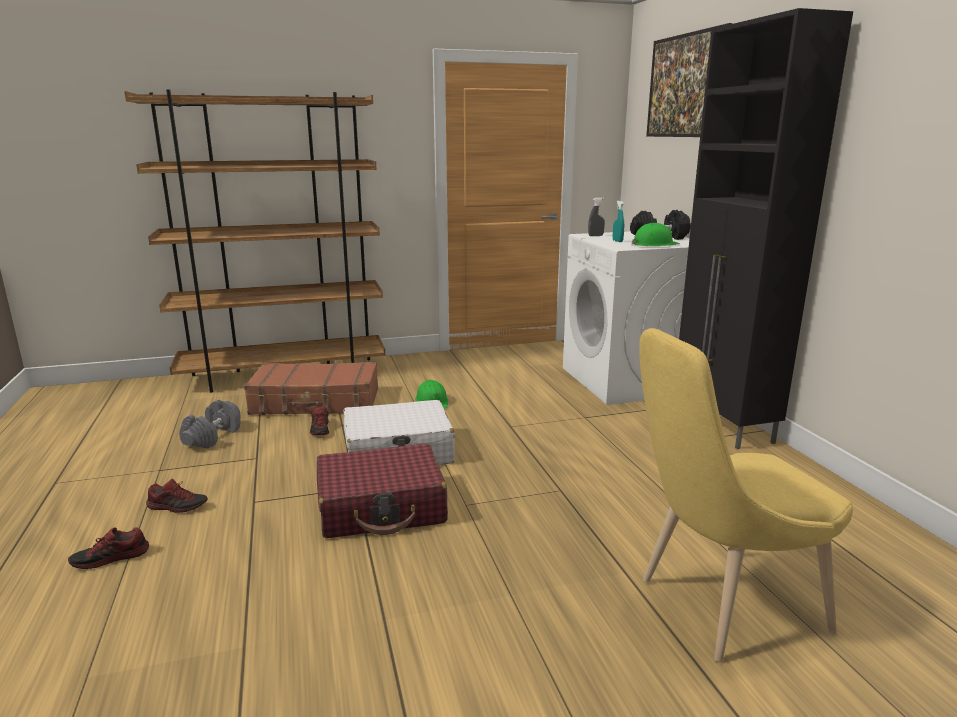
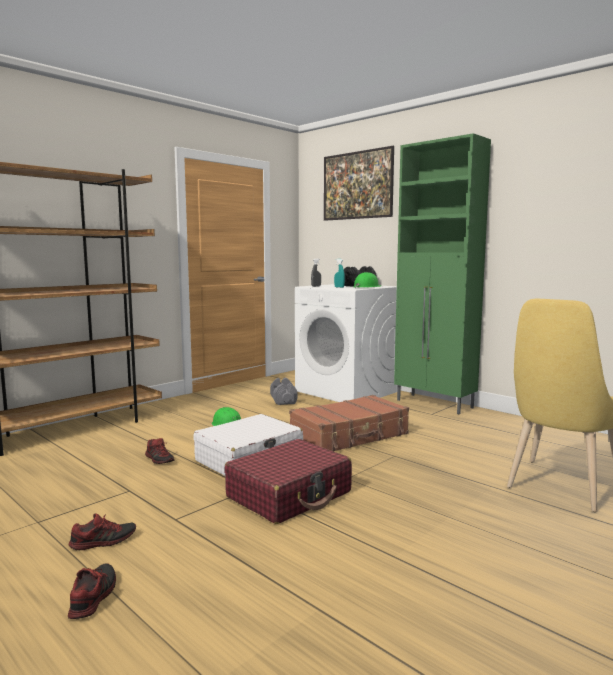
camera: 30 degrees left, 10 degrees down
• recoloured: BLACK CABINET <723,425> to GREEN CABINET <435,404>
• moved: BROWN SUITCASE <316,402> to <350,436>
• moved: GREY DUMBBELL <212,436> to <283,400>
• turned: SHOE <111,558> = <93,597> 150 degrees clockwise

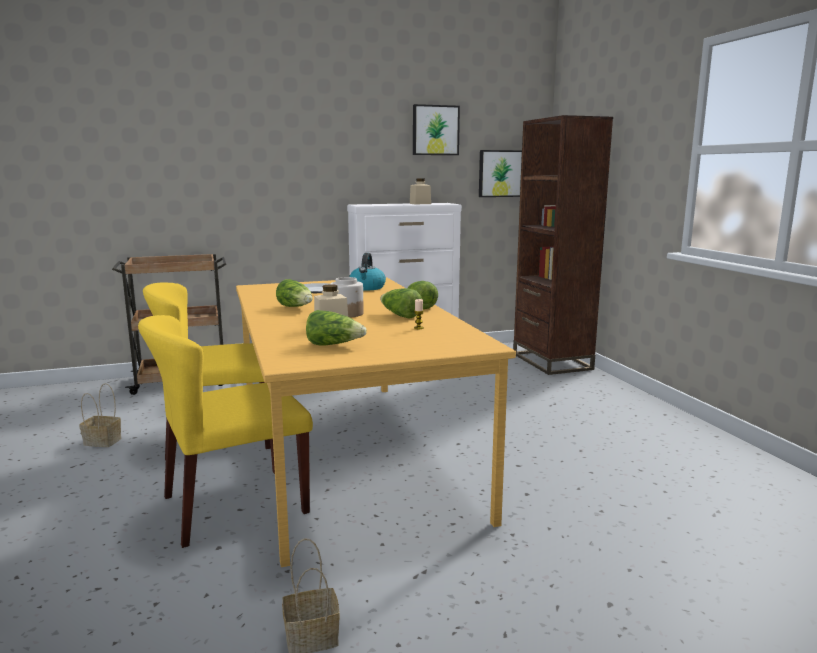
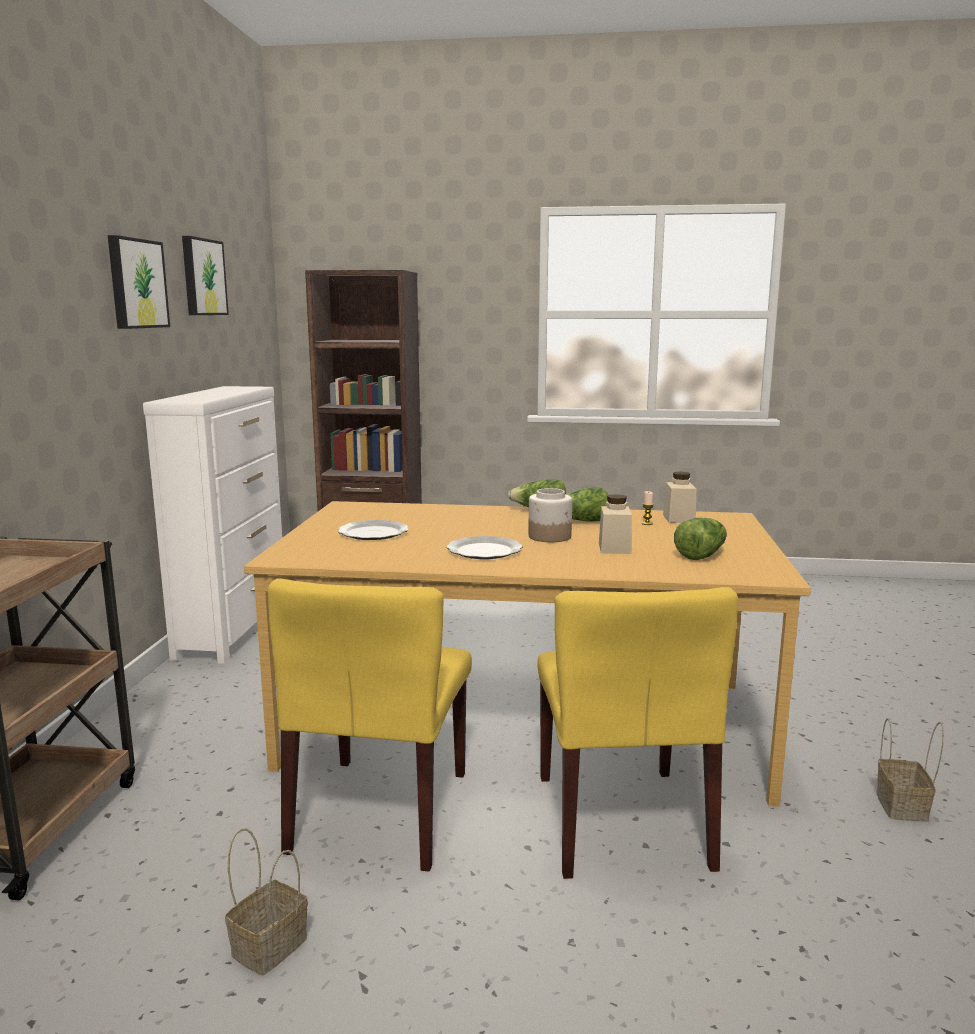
camera: 65 degrees left, 0 degrees up
• moved: PICTURE <499,173> to <136,284>
• moved: BEIGE JAR <420,203> to <679,518>
• removed: KETTLE <367,288>
• replaced: LETTUCE <296,307> to PLATE <483,551>

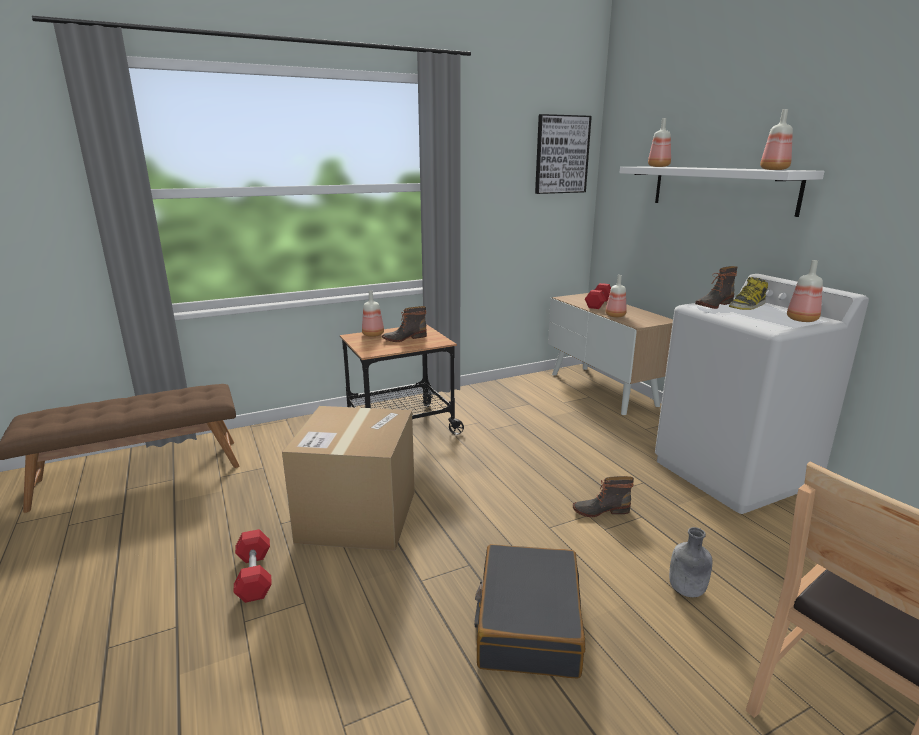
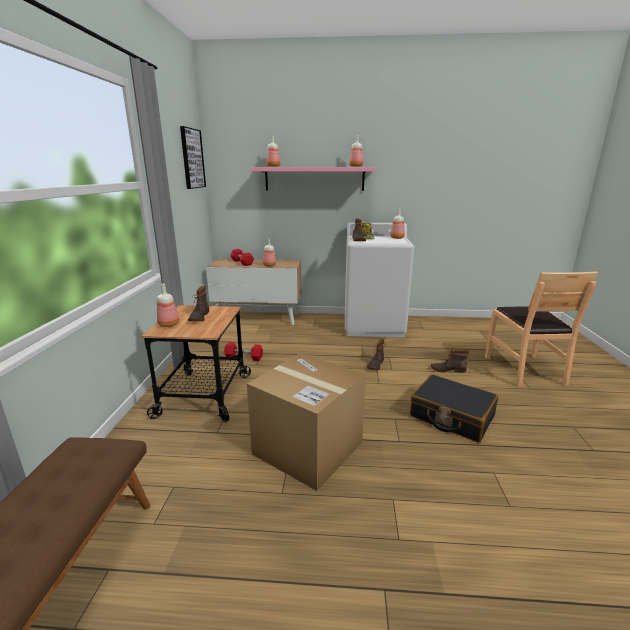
camera: 60 degrees left, 0 degrees up
• recoloured: WHITE SHELF <721,188> to PINK SHELF <314,178>
• replaced: GREY BOTTLE <686,590> to BOOT <447,369>
• moved: RED DUMBBELL <254,576> to <244,357>

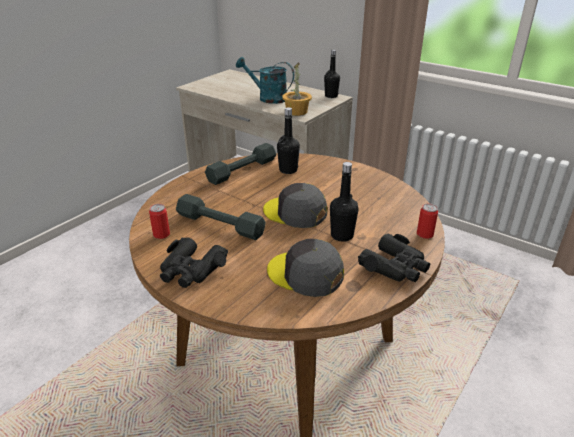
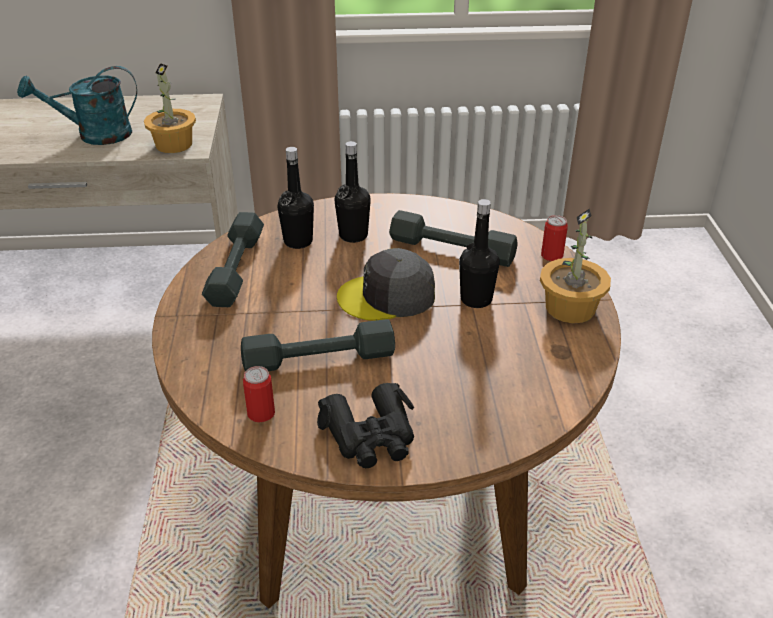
camera: 40 degrees left, 5 degrees up
• moved: BLACK BOTTLE <331,96> to <353,235>
• replaced: BLACK BINOCULARS <395,267> to POTTED PLANT <571,308>
• removed: GREY CAP <305,274>
• added: GREY DUMBBELL <451,249>

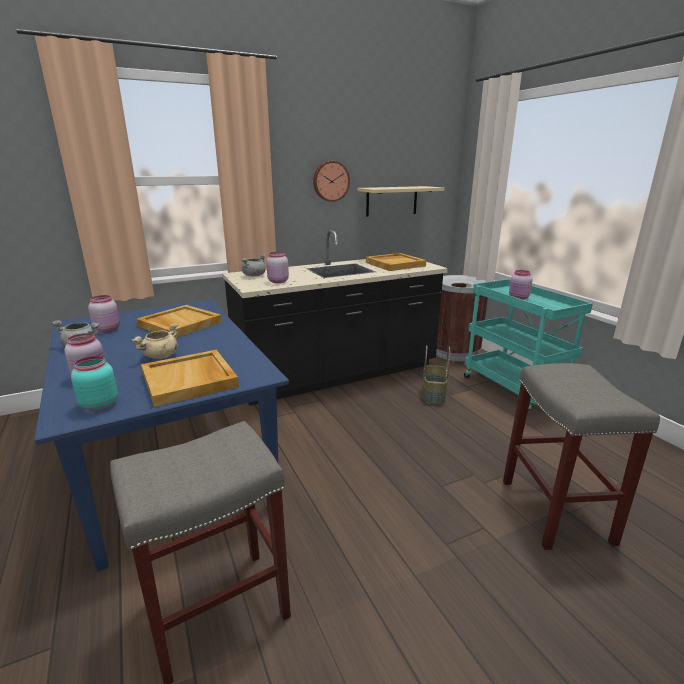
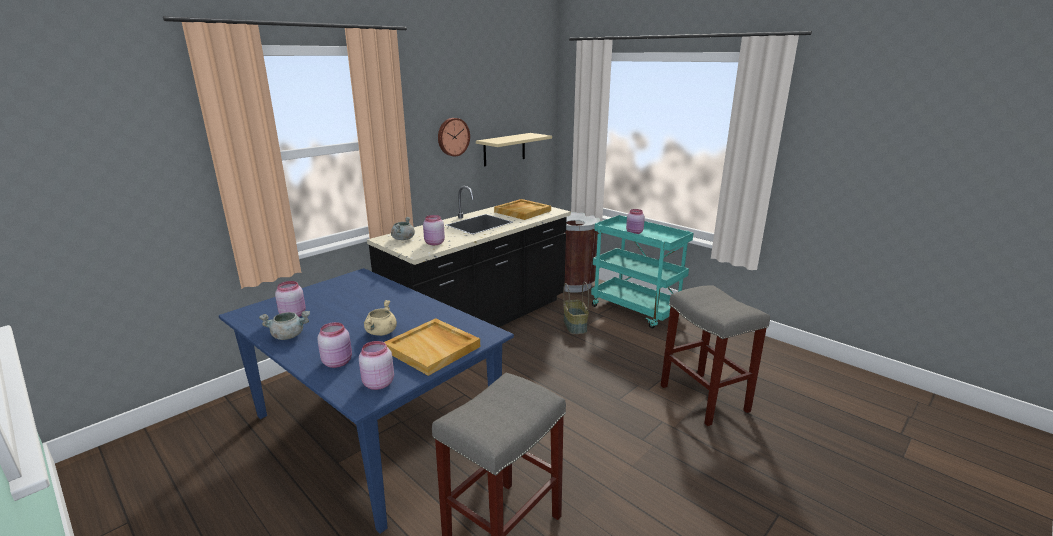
camera: 20 degrees left, 0 degrees up
• removed: BEIGE TRAY <179,324>
• recoloured: TURQUOISE JAR <98,405> to PINK JAR <377,383>

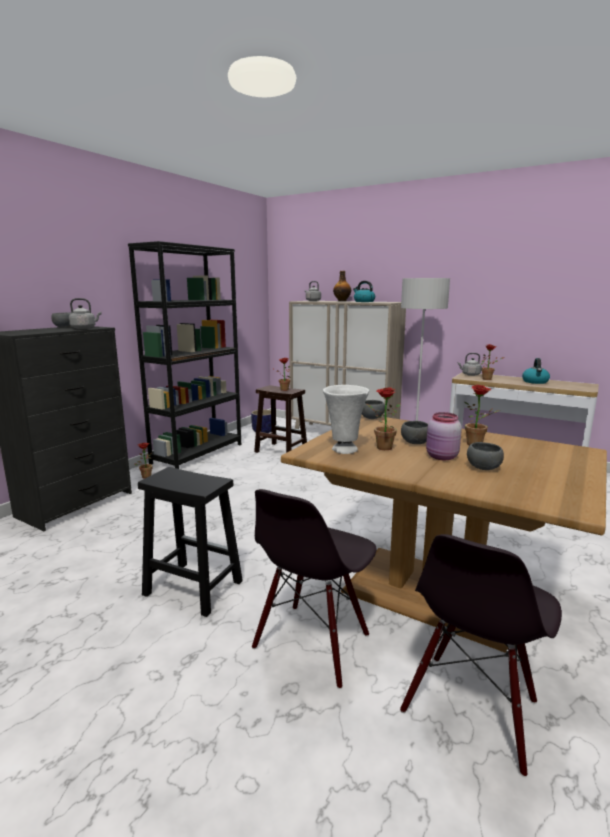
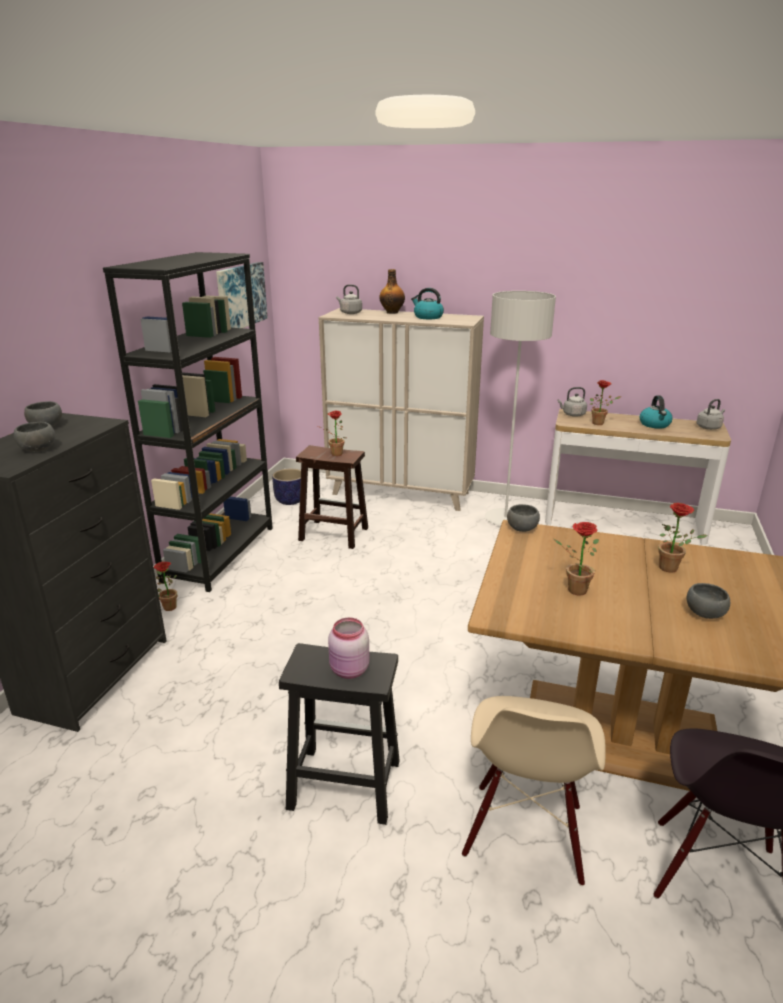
camera: 15 degrees left, 10 degrees up
• moved: GREY KETTLE <84,328> to <709,427>
• removed: WHITE VASE <344,450>
• moved: PINK JAR <441,457> to <349,670>
• moved: GREY BOWL <414,442> to <37,449>
• recoloured: BLACK CHAIR <312,643> to BEIGE CHAIR <525,832>
• added: PICTURE <240,296>

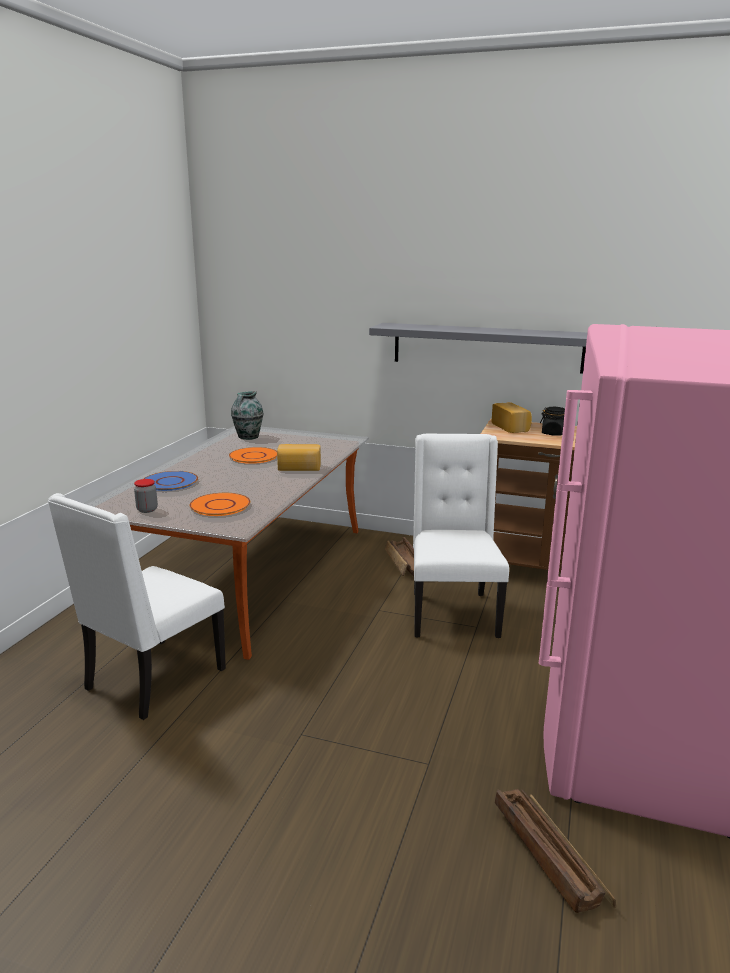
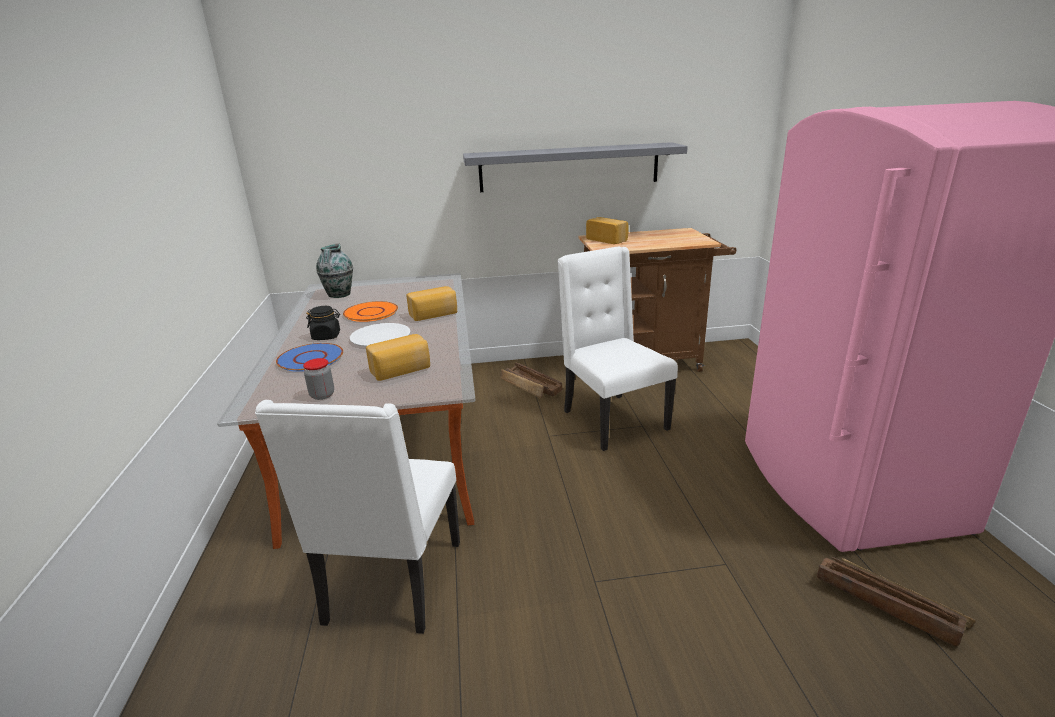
camera: 25 degrees left, 5 degrees up
• moved: BLACK JAR <553,433> to <326,336>
• replaced: ORANGE PLATE <220,506> to BREAD <401,370>
• added: WHITE PLATE <381,337>

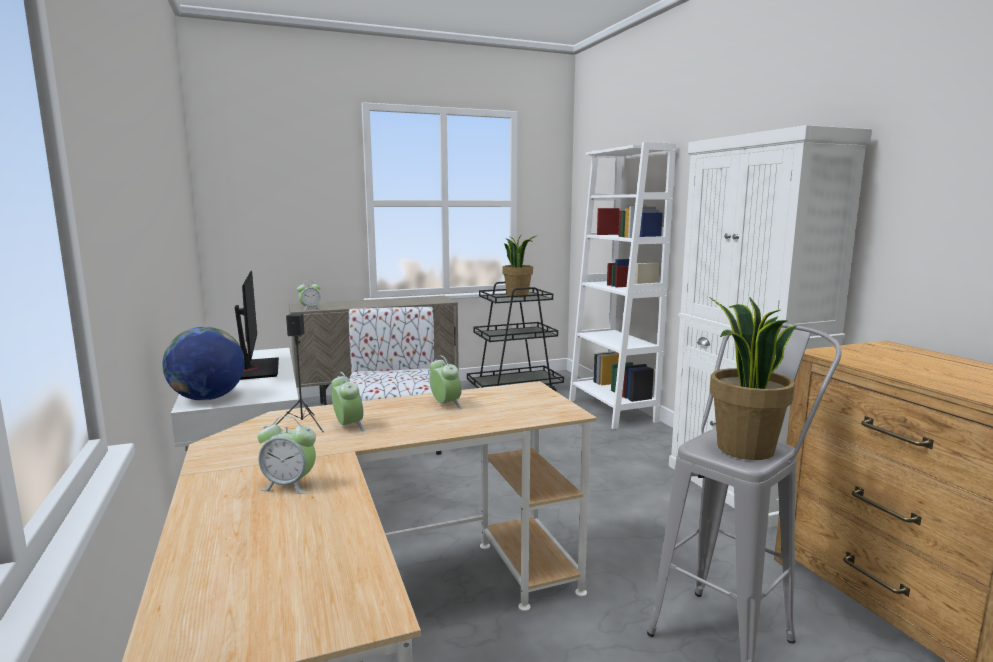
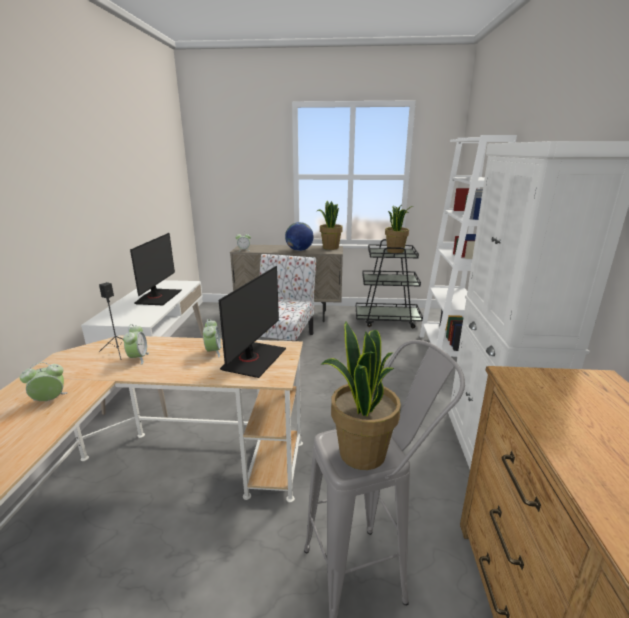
camera: 25 degrees right, 10 degrees up
• moved: GLOBE <208,398> to <299,250>
• turned: ALARM CLOCK <289,485> = <50,400> 120 degrees clockwise
• added: POTTED PLANT <330,247>
• added: MONITOR <253,359>

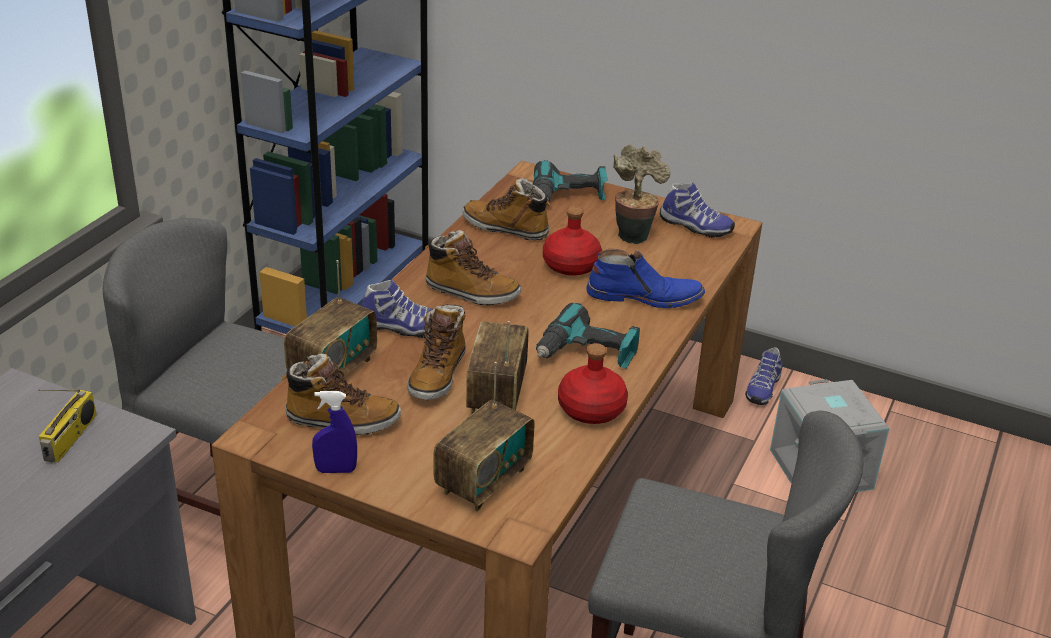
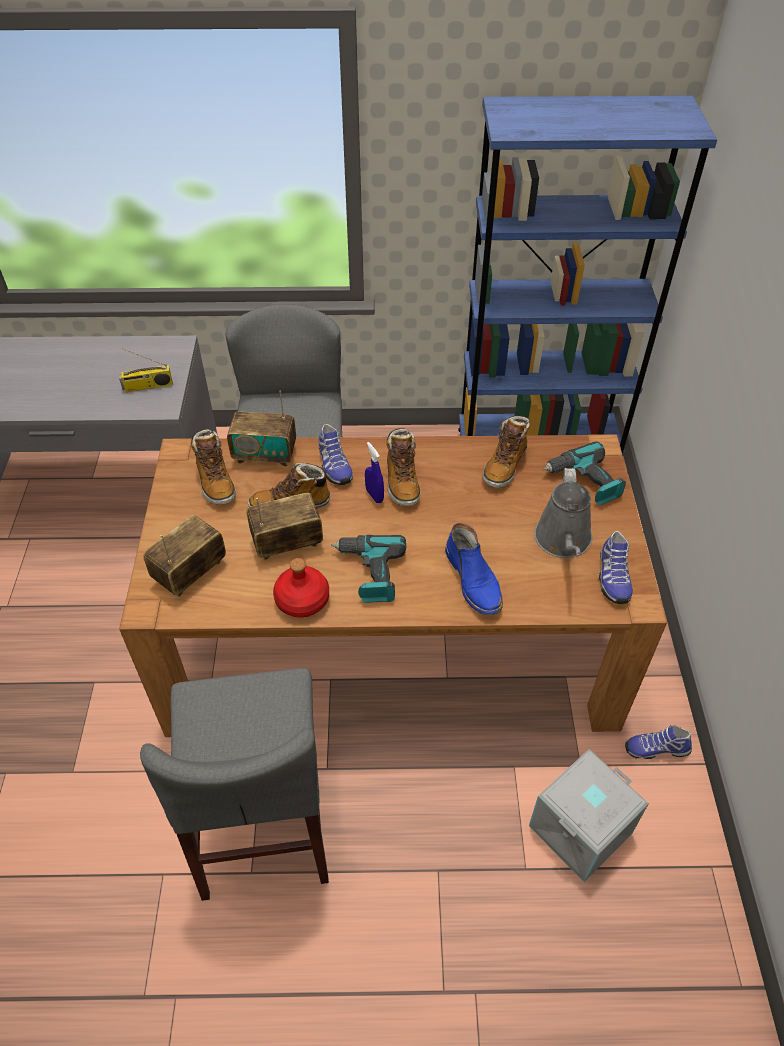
camera: 65 degrees right, 15 degrees up
• replaced: POTTED PLANT <633,234> to GREY WATERING CAN <563,541>
• turned: BOOT <506,228> = <504,465> 150 degrees counterclockwise
• removed: RED BOTTLE <570,265>
• turned: RADIO <483,481> = <190,572> 120 degrees clockwise
• moved: BLUE SPRAY BOTTLE <336,470> to <374,495>

